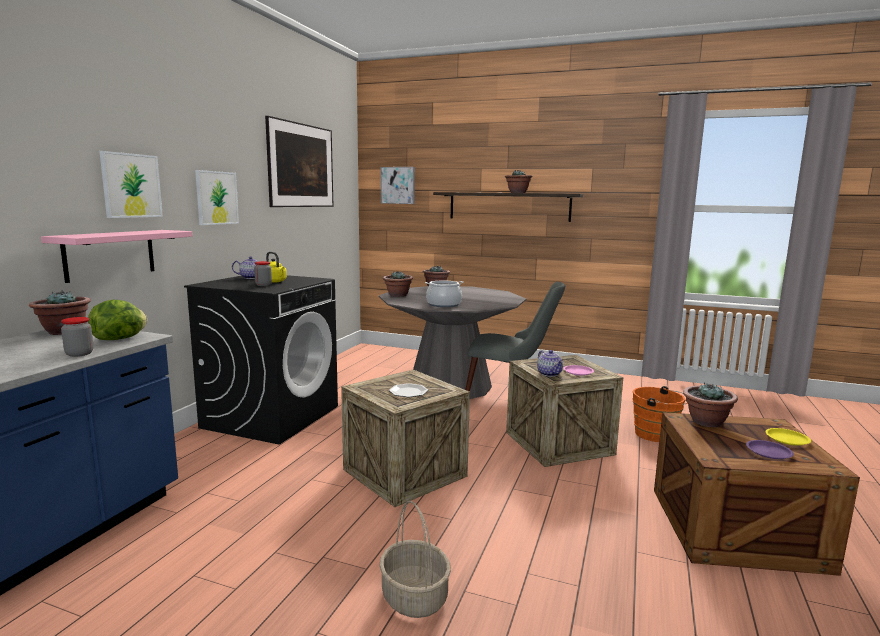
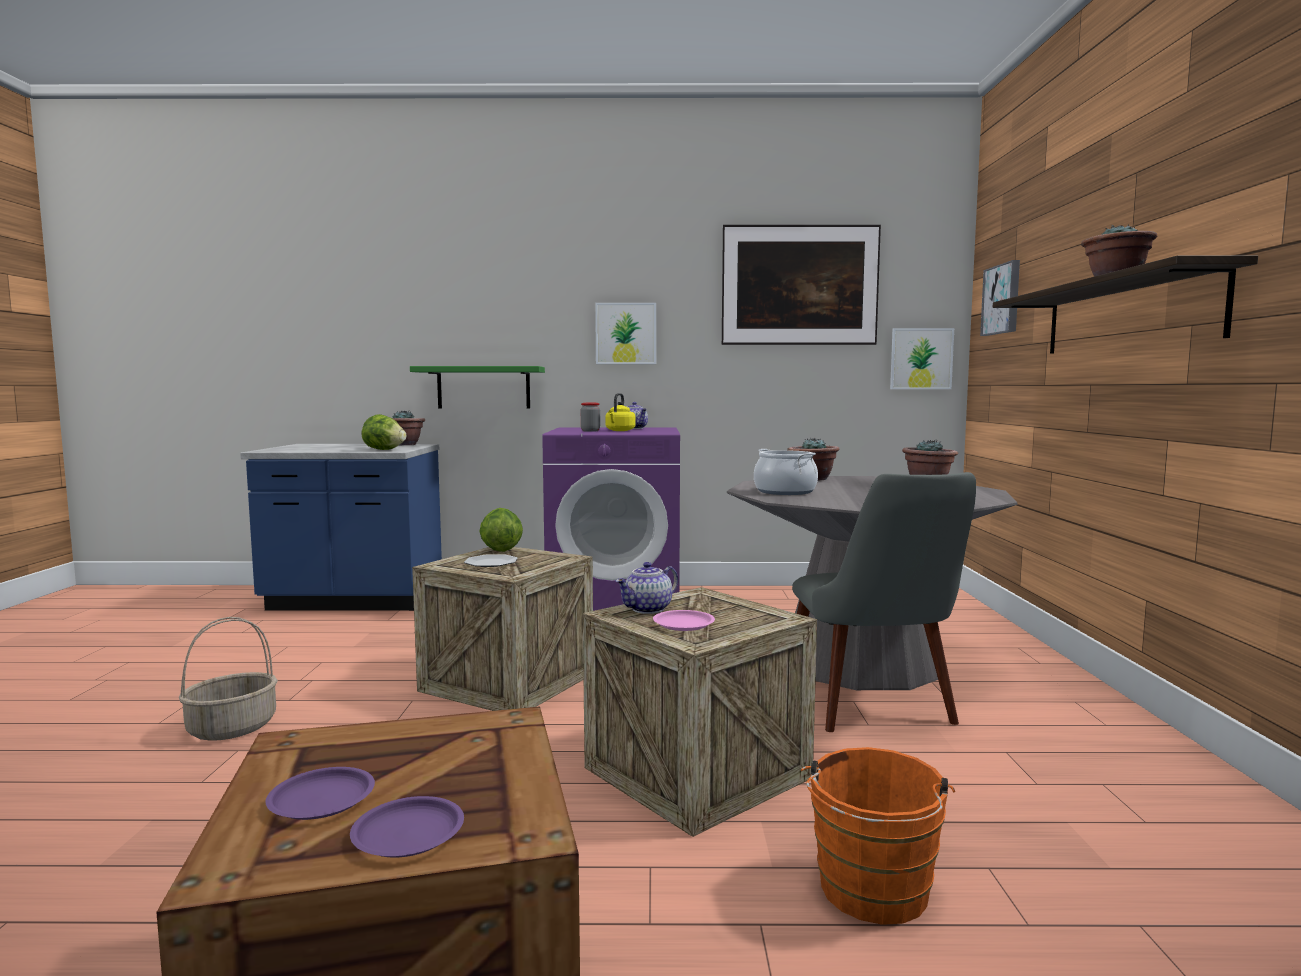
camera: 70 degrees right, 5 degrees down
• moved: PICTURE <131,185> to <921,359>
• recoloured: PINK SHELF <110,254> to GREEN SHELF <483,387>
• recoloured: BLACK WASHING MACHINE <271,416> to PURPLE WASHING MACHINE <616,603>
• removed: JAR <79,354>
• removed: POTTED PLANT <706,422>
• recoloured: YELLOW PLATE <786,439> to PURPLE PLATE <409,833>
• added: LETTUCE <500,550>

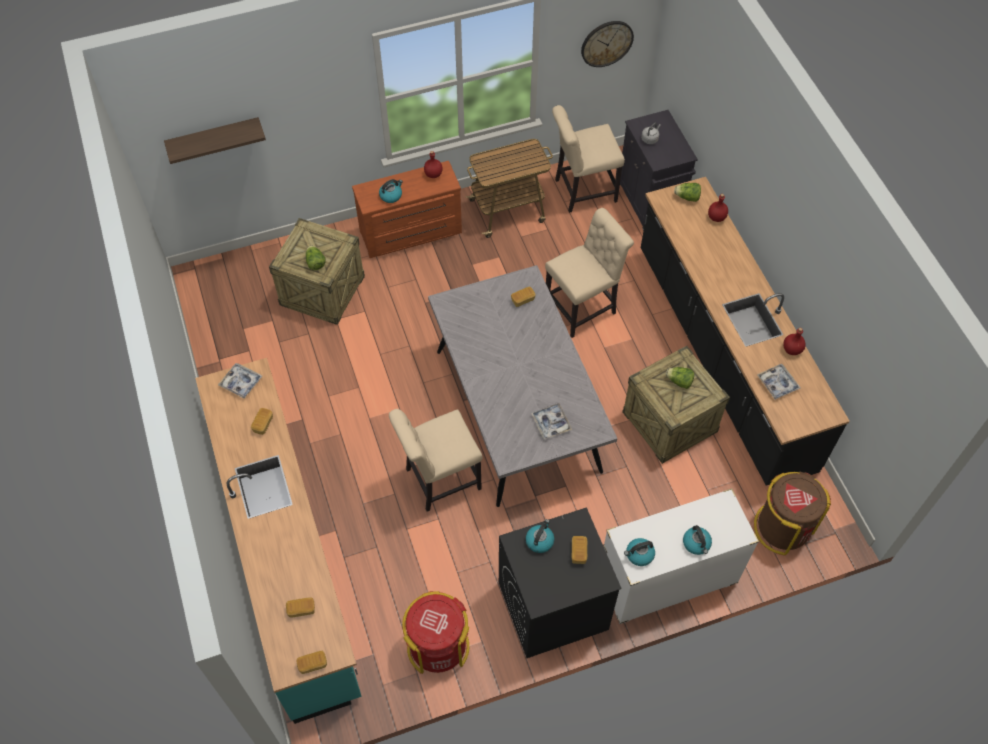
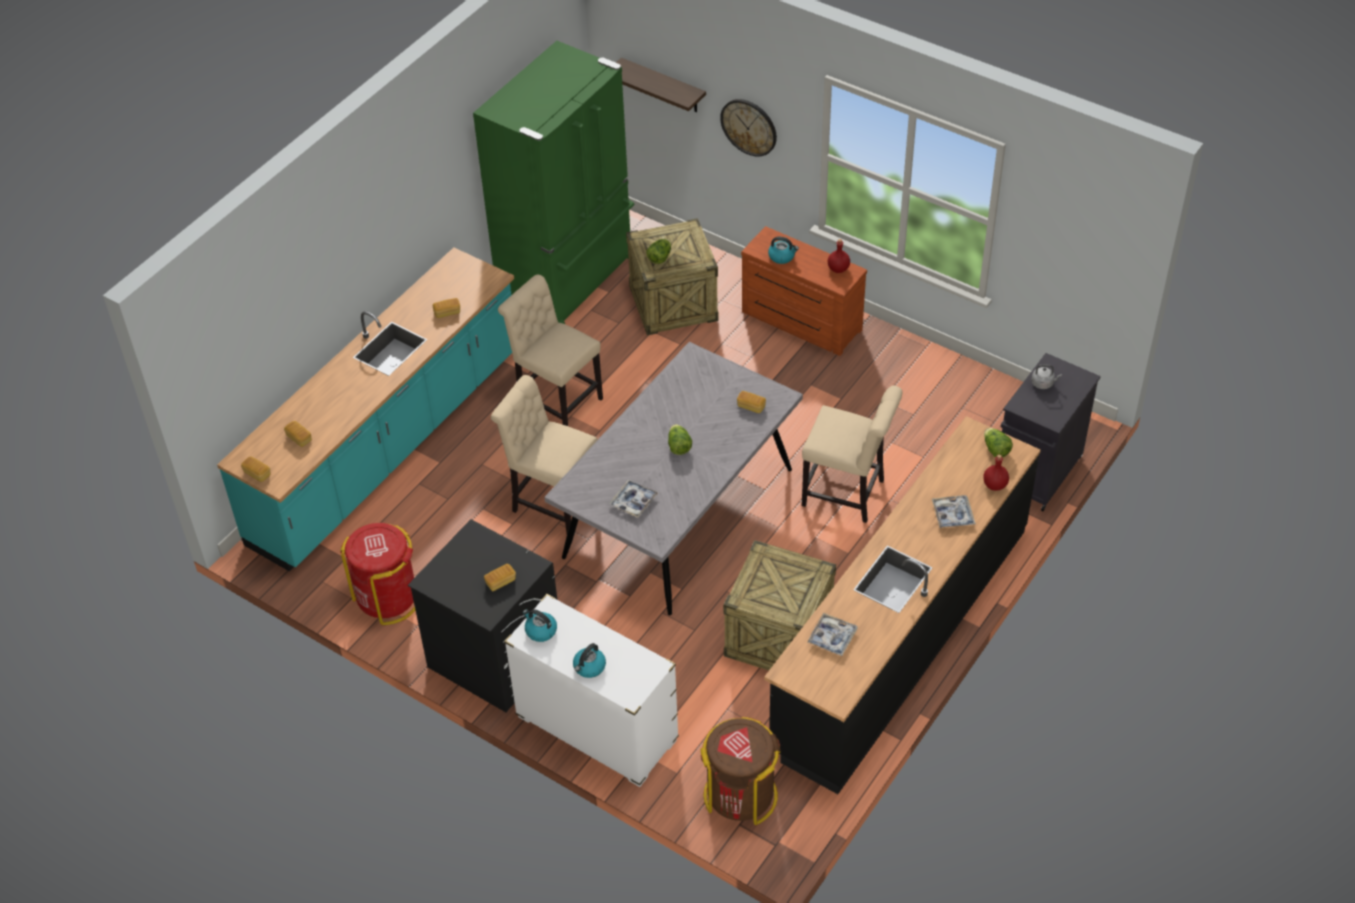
camera: 55 degrees right, 10 degrees down
• moved: WALL CLOCK <606,43> to <749,127>
• moved: BEIGE CHAIR <582,191> to <556,400>
• removed: CART <508,210>
• removed: RED BOTTLE <792,349>
• moved: TRAY <241,383> to <953,515>
• moved: LETTUCE <679,381> to <678,446>
• removed: KETTLE <539,541>
• added: GREEN FRIDGE <569,278>

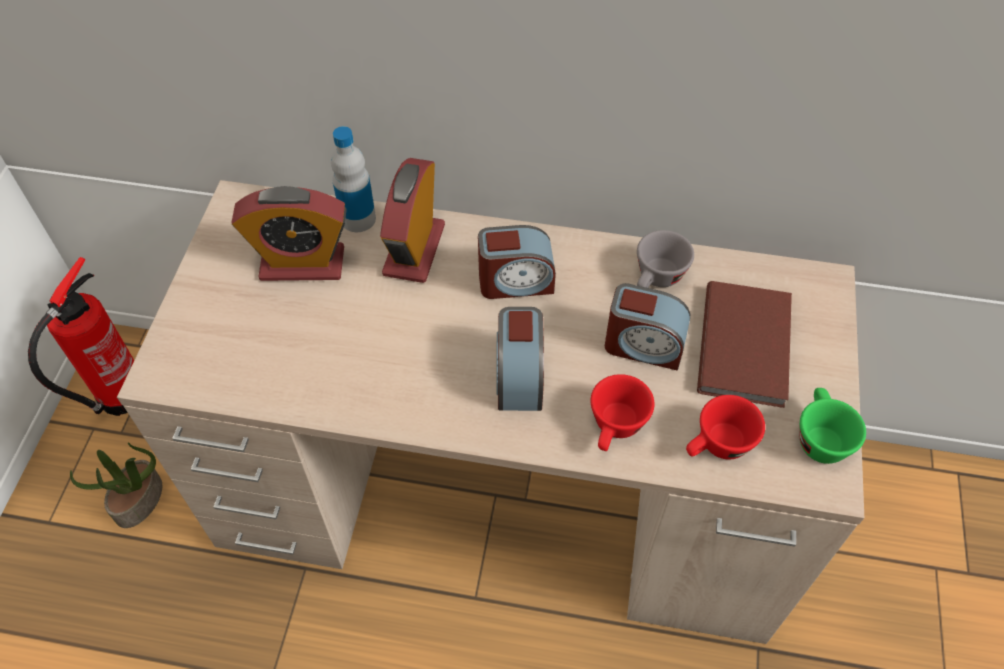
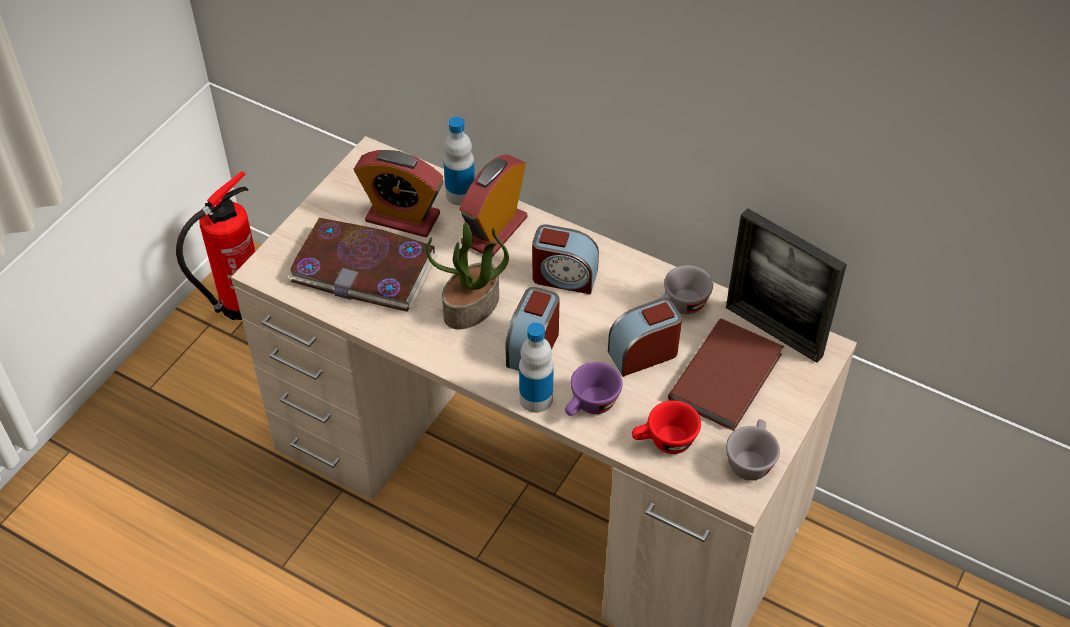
camera: 20 degrees right, 5 degrees down
• turned: ALARM CLOCK <643,345> = <643,353> 120 degrees clockwise
• recoloured: RED CUP <616,428> to PURPLE CUP <590,406>
• recoloured: GREEN CUP <819,437> to GREY CUP <750,460>
• moved: POTTED PLANT <139,501> to <471,308>
• added: PICTURE FRAME <773,331>
• added: BOOK <364,268>
• added: BOTTLE <536,399>

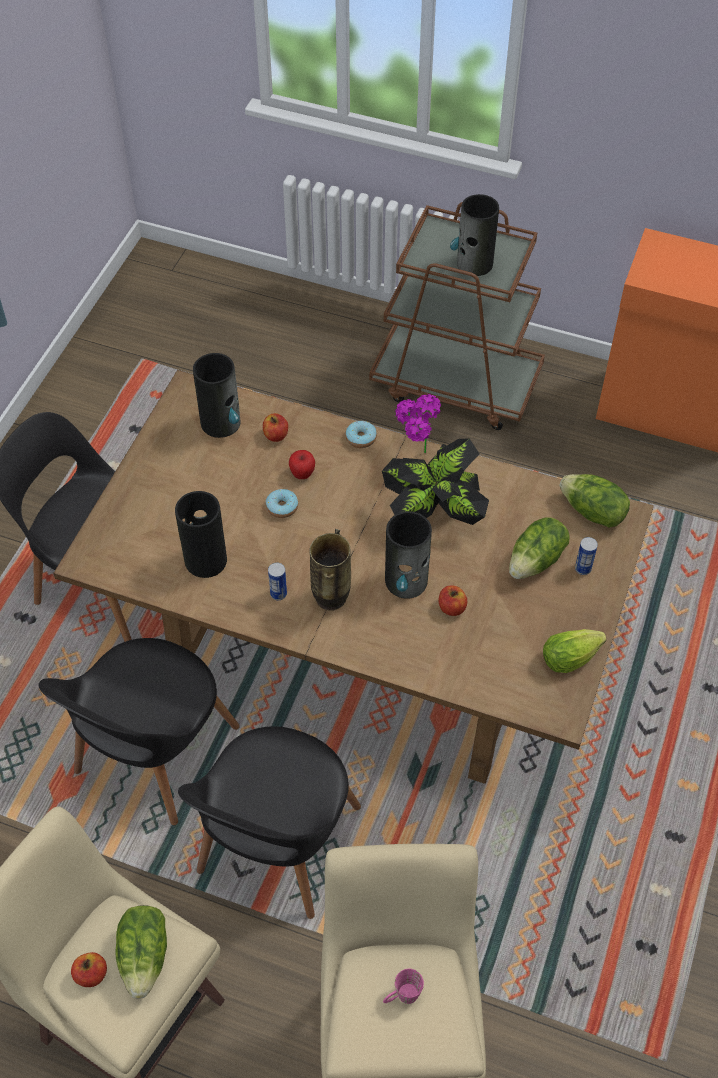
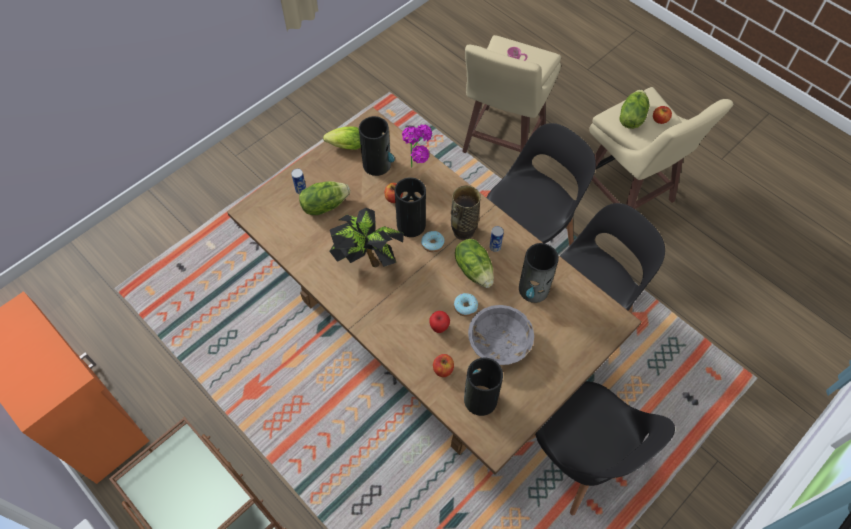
camera: 155 degrees left, 5 degrees up
• moved: VASE <474,264> to <377,164>
• moved: POTTED PLANT <415,456> to <419,167>
• moved: DONUT <361,438> to <432,244>
• moved: LETTUCE <592,512> to <474,270>
• added: GREY BOWL <499,343>

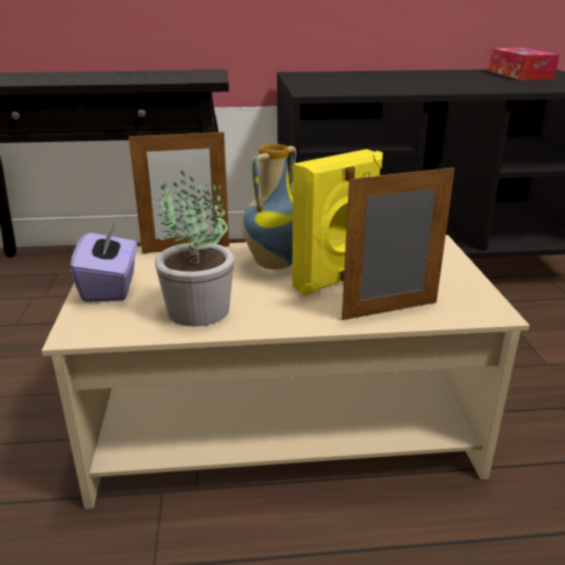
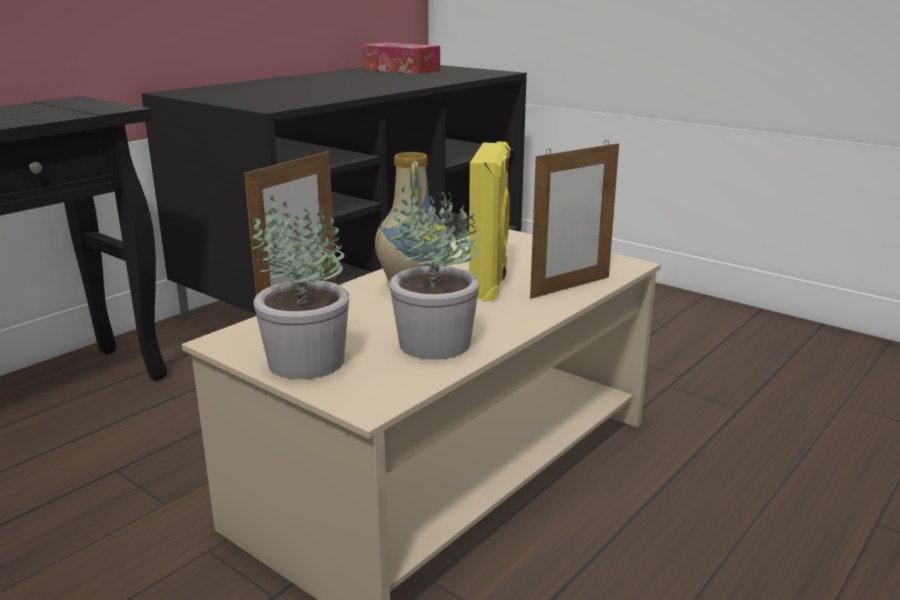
camera: 45 degrees left, 5 degrees down
• turned: PICTURE FRAME <390,310> = <570,287> 150 degrees counterclockwise
• replaced: PURPLE TISSUE BOX <111,287> to POTTED PLANT <304,362>

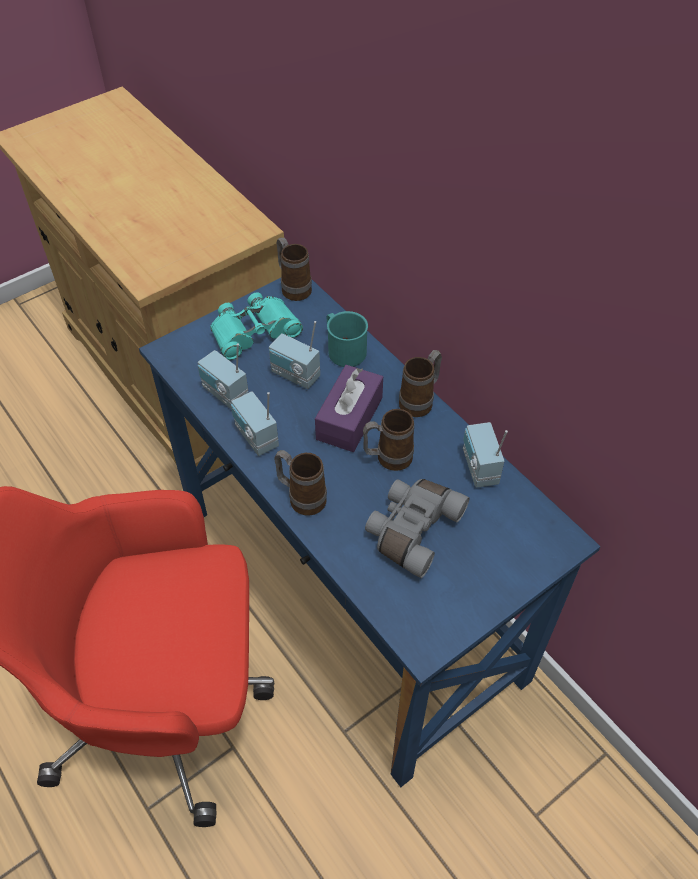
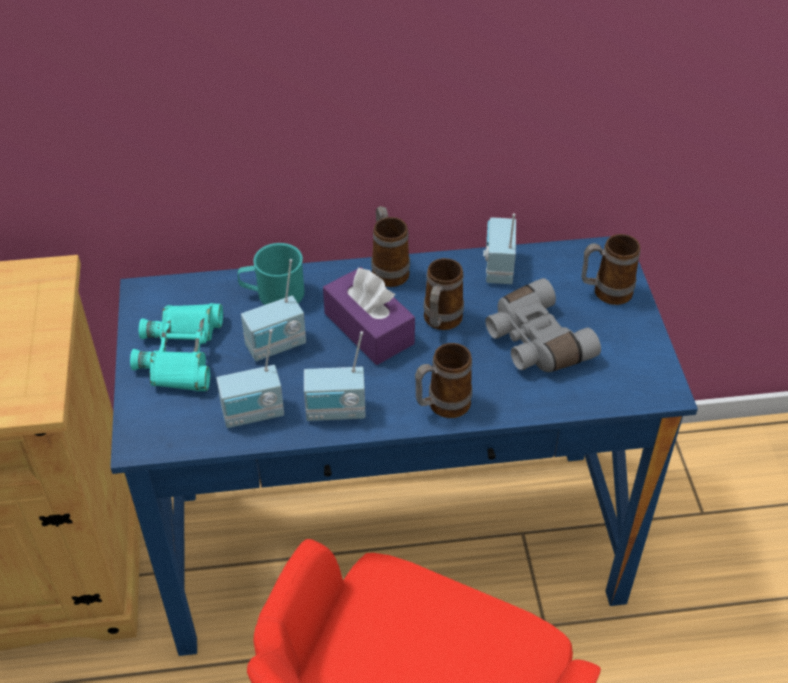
camera: 60 degrees left, 5 degrees down
• moved: MUG <293,287> to <604,292>
• turned: RADIO <478,468> = <497,267> 75 degrees clockwise

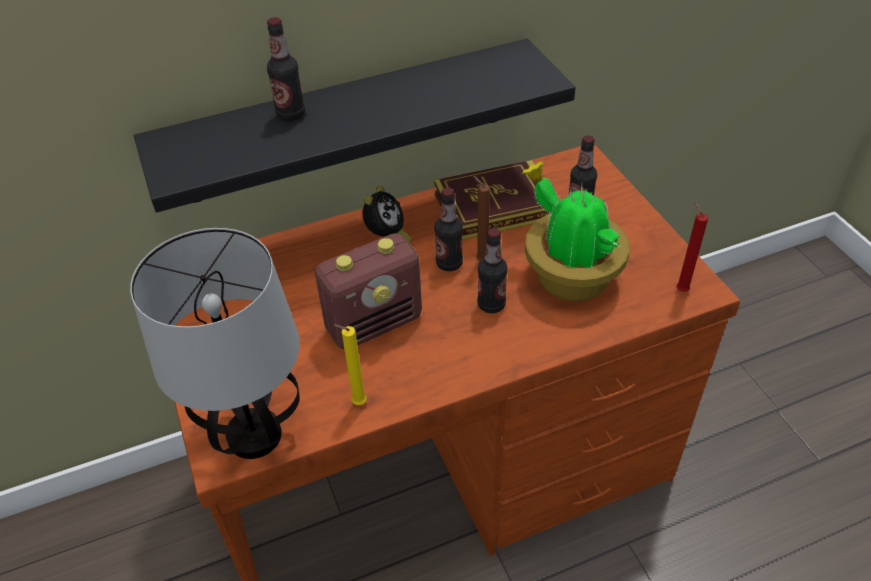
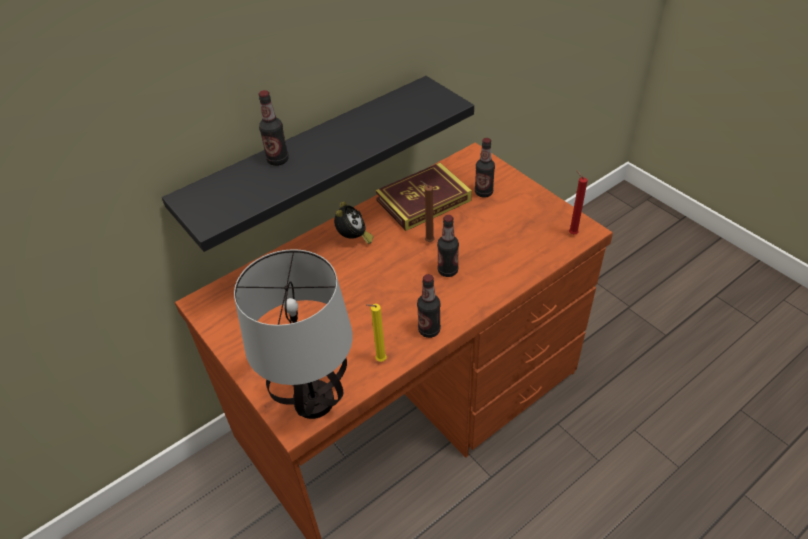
camera: 15 degrees left, 0 degrees up
• removed: POTTED PLANT <569,276>
• moved: BOTTLE <449,263> to <429,330>
• removed: RADIO <375,323>

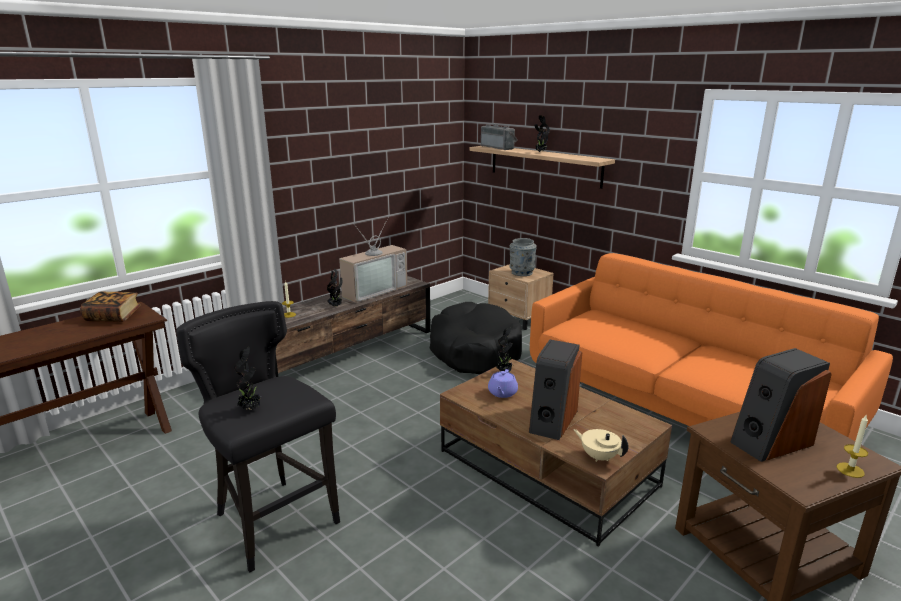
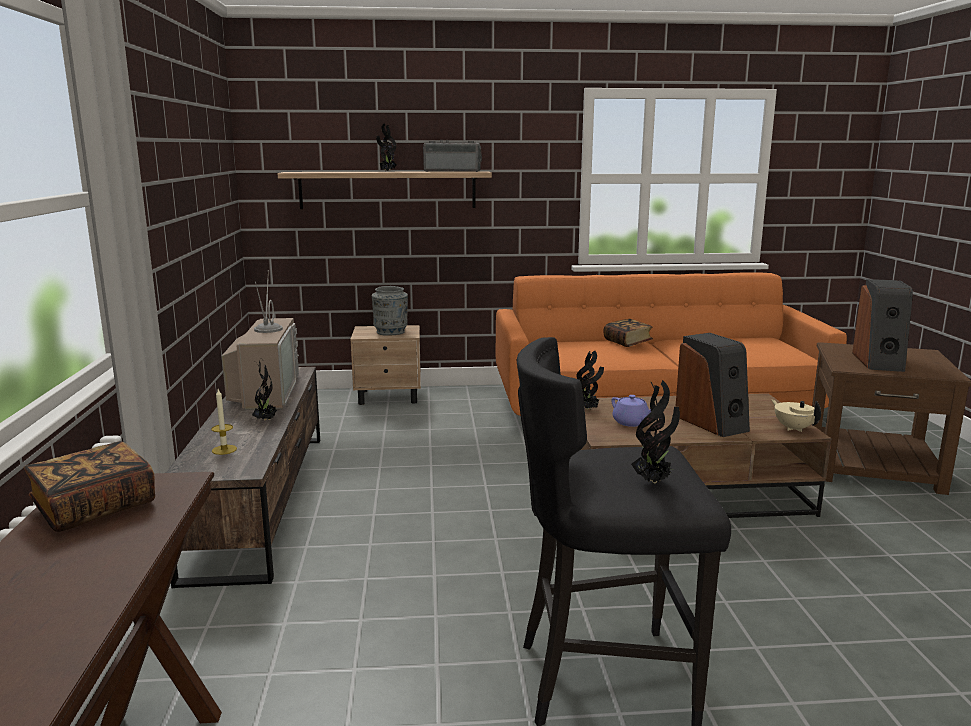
camera: 50 degrees left, 5 degrees down
• moved: RADIO <499,147> to <452,171>
• removed: BLACK DOG BED <475,351>
• removed: CANDLE <850,470>
• turned: BEIGE TEAPOT <599,457> = <793,428> 75 degrees clockwise
• added: BOOK <627,342>

